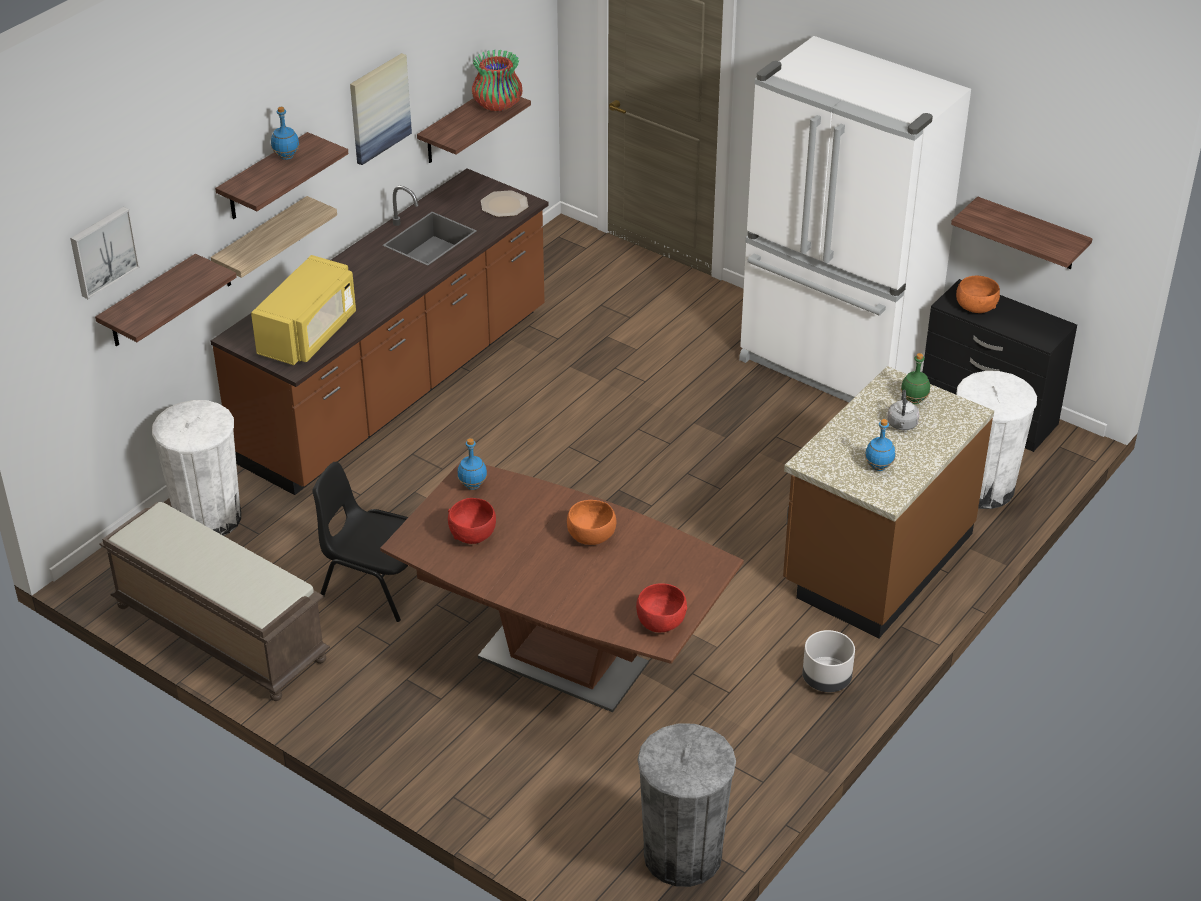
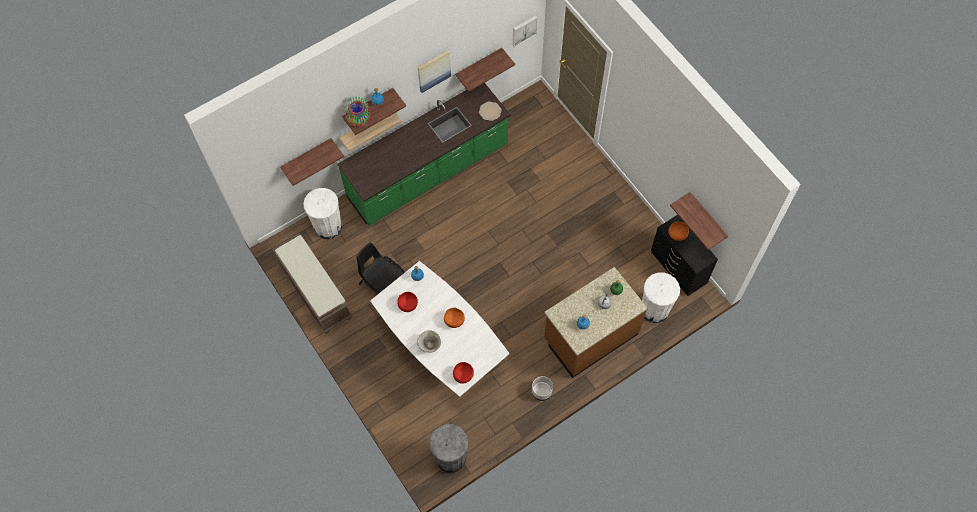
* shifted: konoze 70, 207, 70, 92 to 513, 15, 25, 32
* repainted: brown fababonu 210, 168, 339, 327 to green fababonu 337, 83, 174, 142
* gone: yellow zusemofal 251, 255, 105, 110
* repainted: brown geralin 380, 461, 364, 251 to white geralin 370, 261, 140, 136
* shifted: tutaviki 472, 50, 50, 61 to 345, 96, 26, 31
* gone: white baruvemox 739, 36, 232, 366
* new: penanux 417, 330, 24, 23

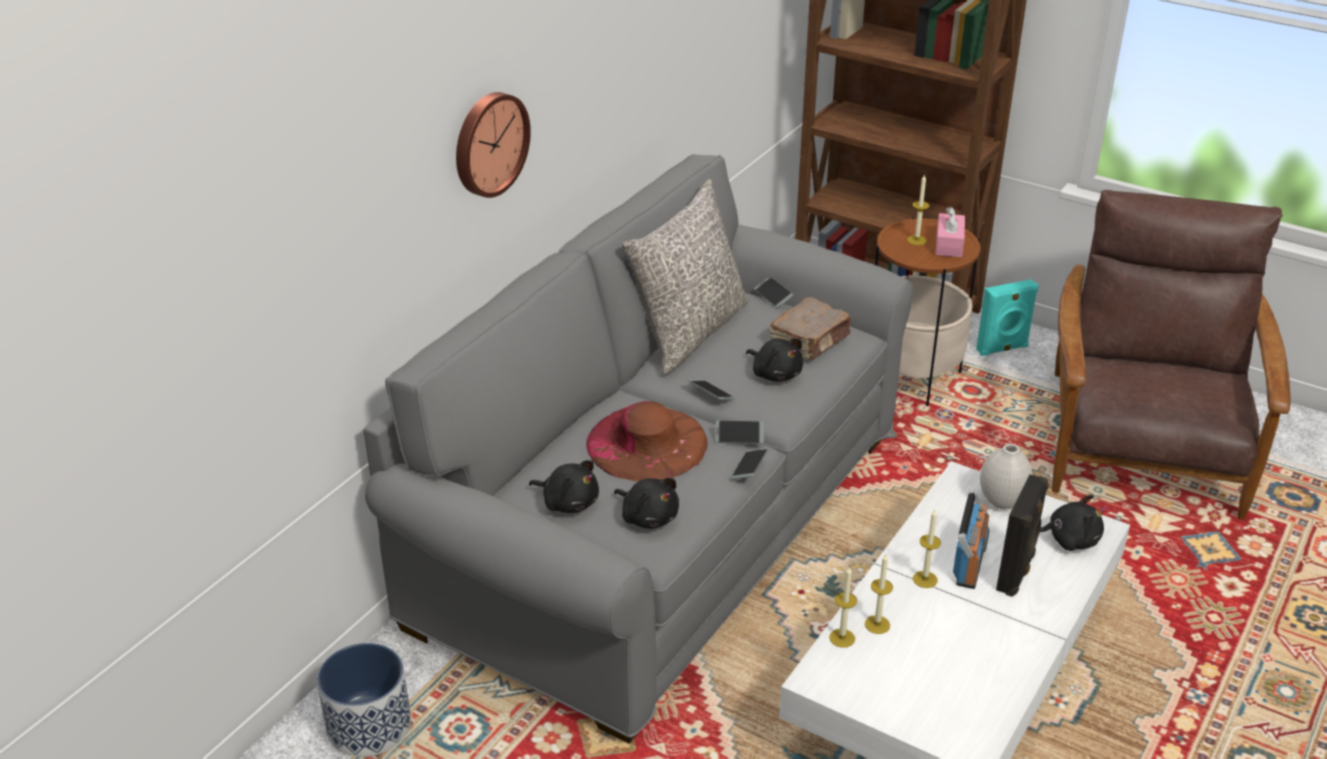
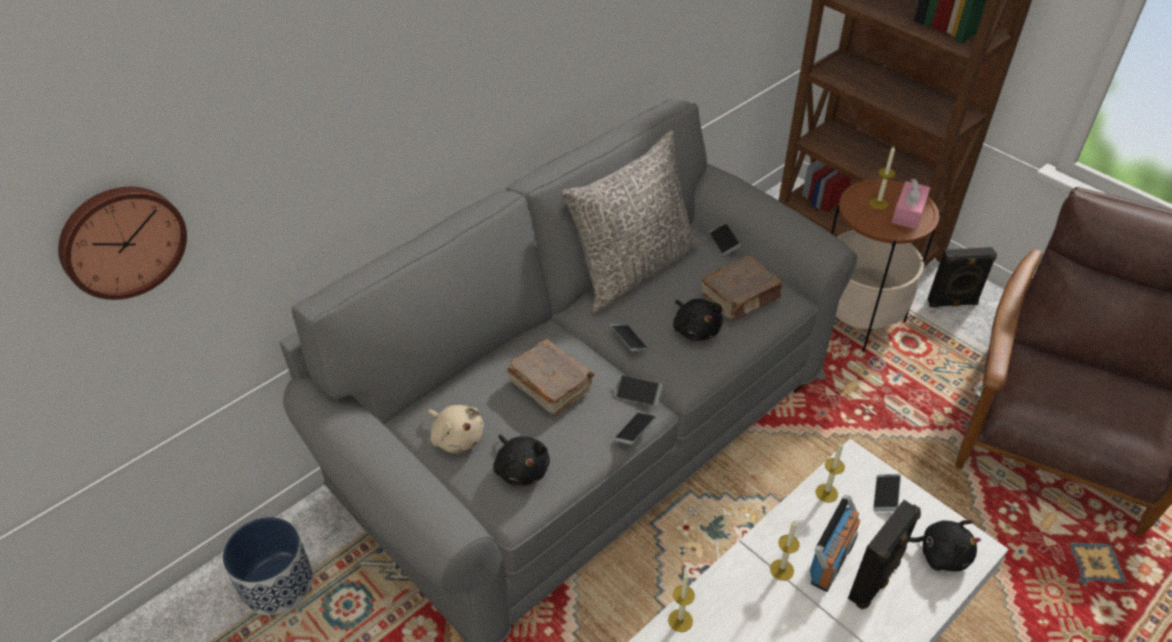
* shifted: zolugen 456, 92, 75, 106 to 58, 187, 129, 113
* repainted: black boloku 529, 460, 70, 53 to beige boloku 428, 405, 56, 48
* swapped: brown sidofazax 586, 401, 122, 80 to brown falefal 507, 339, 87, 76
* shifted: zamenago 865, 554, 28, 80 to 816, 442, 29, 61
* repainted: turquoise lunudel 976, 279, 63, 77 to black lunudel 927, 247, 70, 61
* swapped: white tutaviki 980, 444, 53, 65 to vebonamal 873, 474, 28, 37

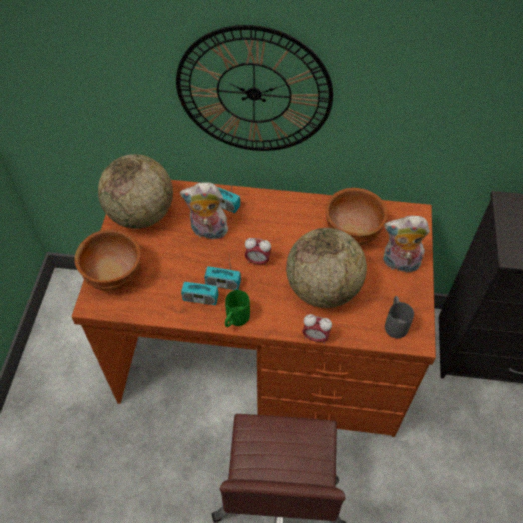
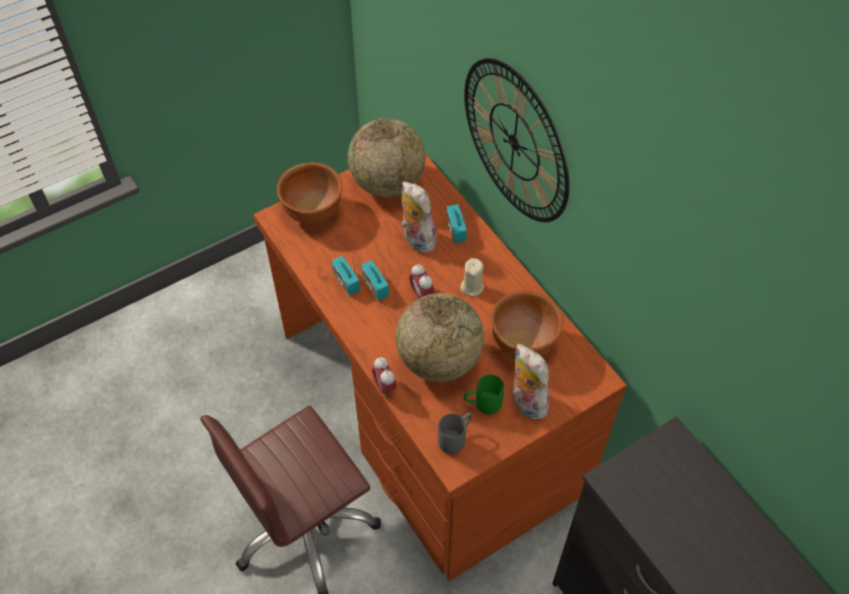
* shifted: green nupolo 225, 290, 25, 37 to 464, 374, 40, 40
* new: beige zamenago 460, 258, 24, 39

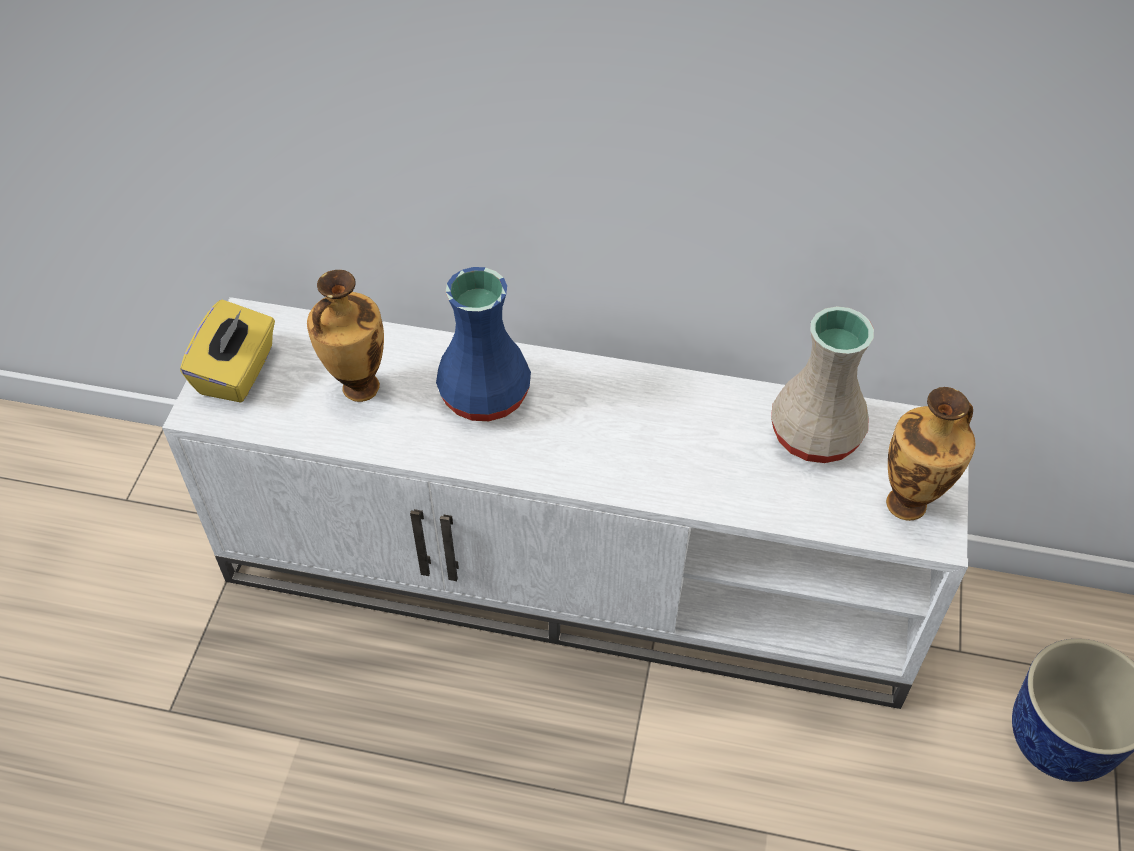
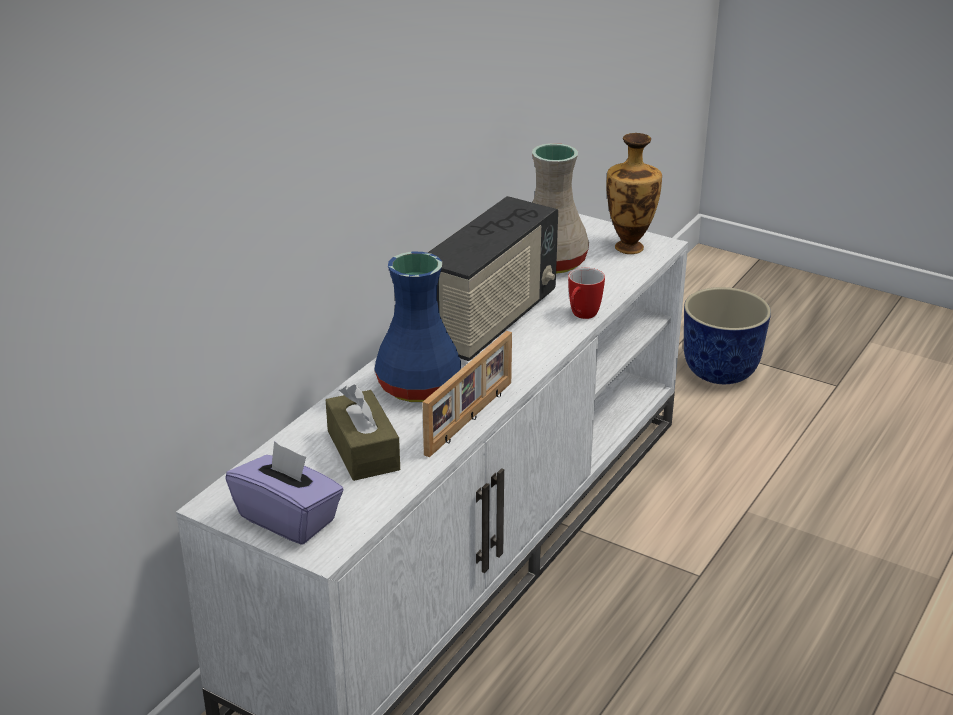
* repainted: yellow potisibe 180, 299, 95, 104 to purple potisibe 225, 441, 119, 104
* swapped: tutaviki 307, 270, 77, 132 to brown potisibe 326, 385, 74, 96
* new: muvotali 422, 331, 90, 126
* new: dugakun 427, 196, 131, 165
* new: nupolo 568, 268, 37, 51

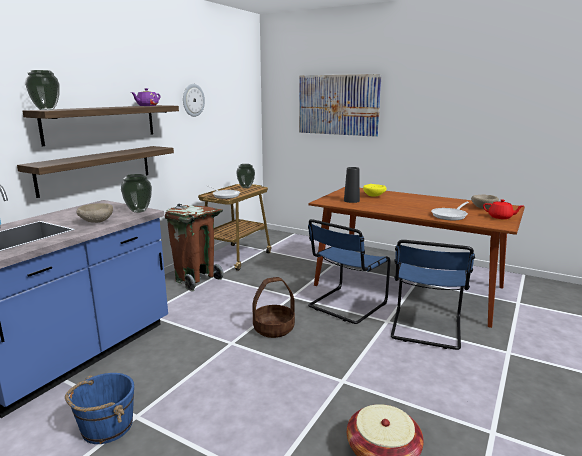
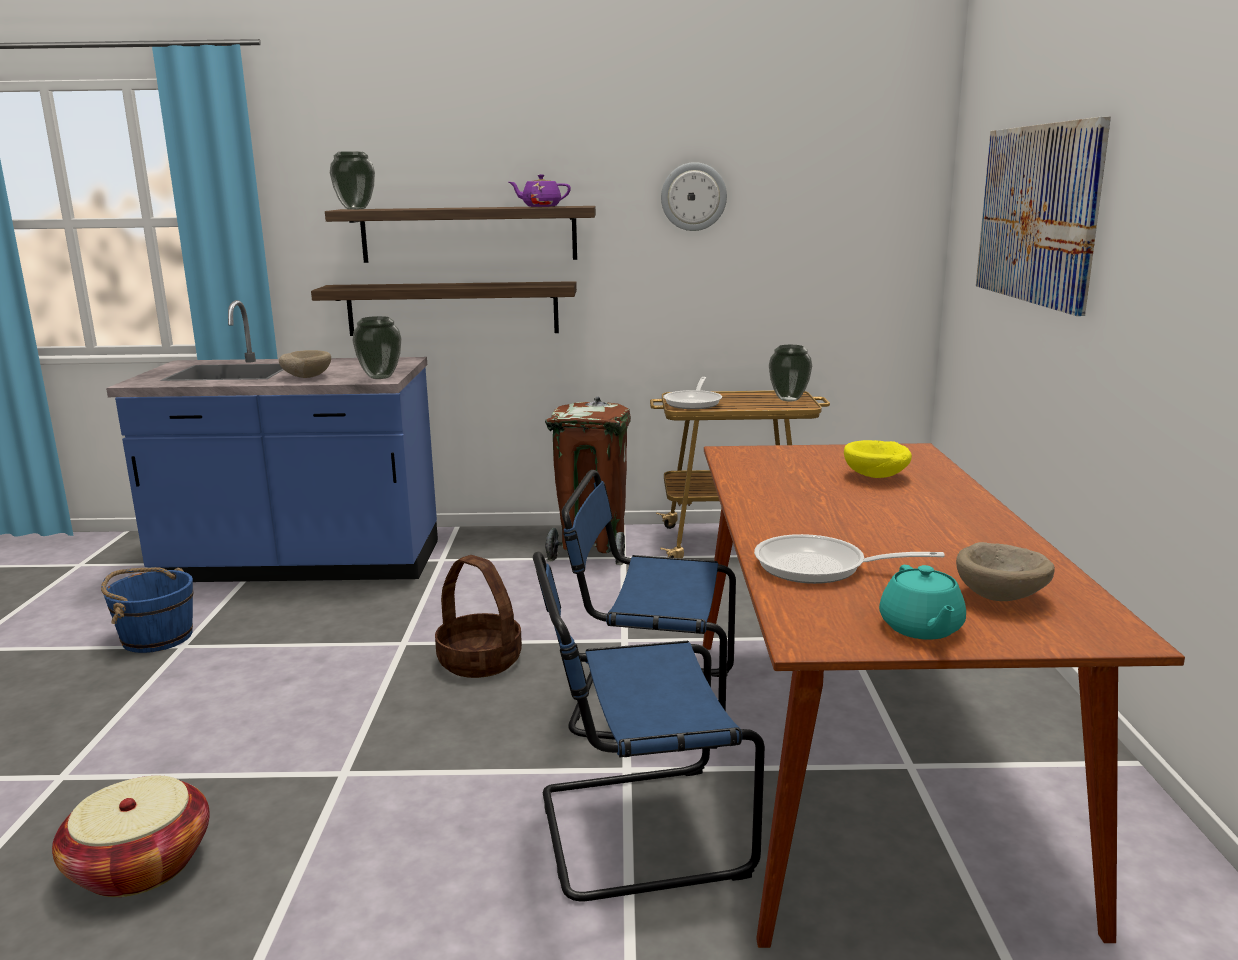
* gone: black tutaviki 344, 167, 16, 36
* repainted: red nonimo 483, 200, 40, 19 to turquoise nonimo 879, 565, 87, 75

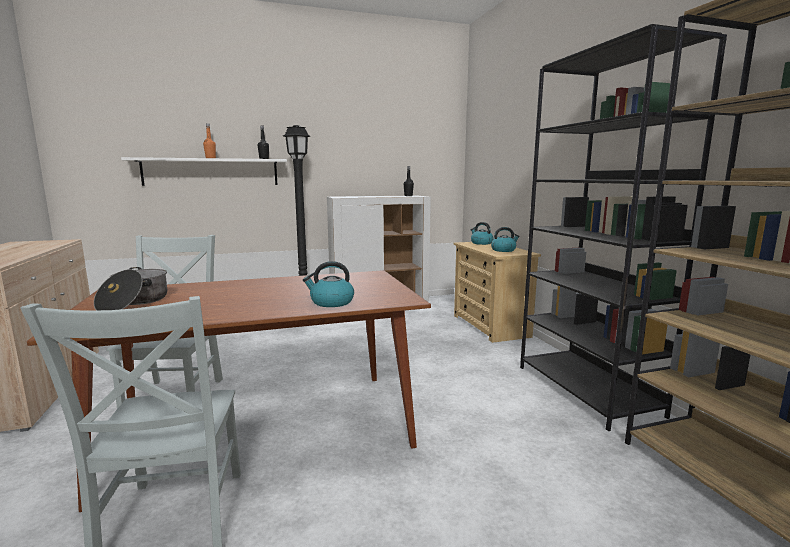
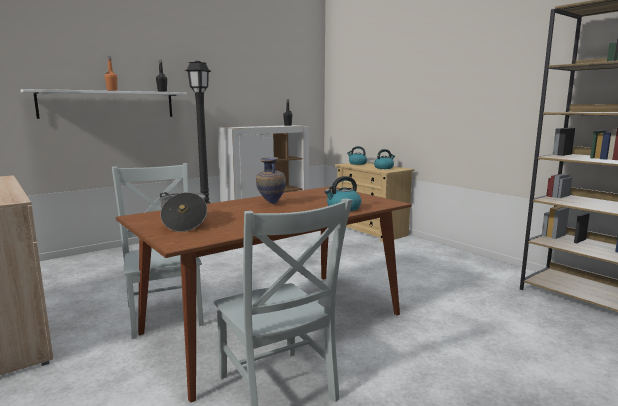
* gone: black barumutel 520, 24, 207, 407
* new: tutaviki 256, 157, 30, 47

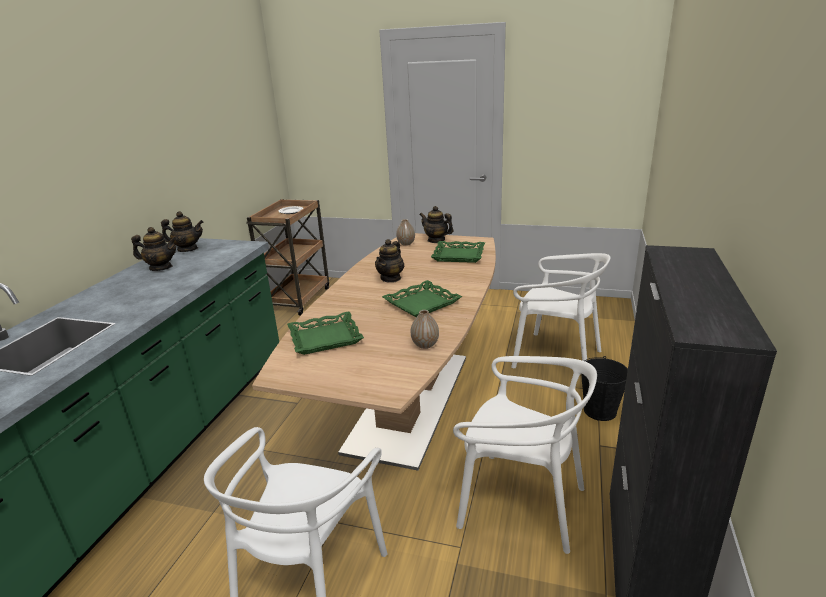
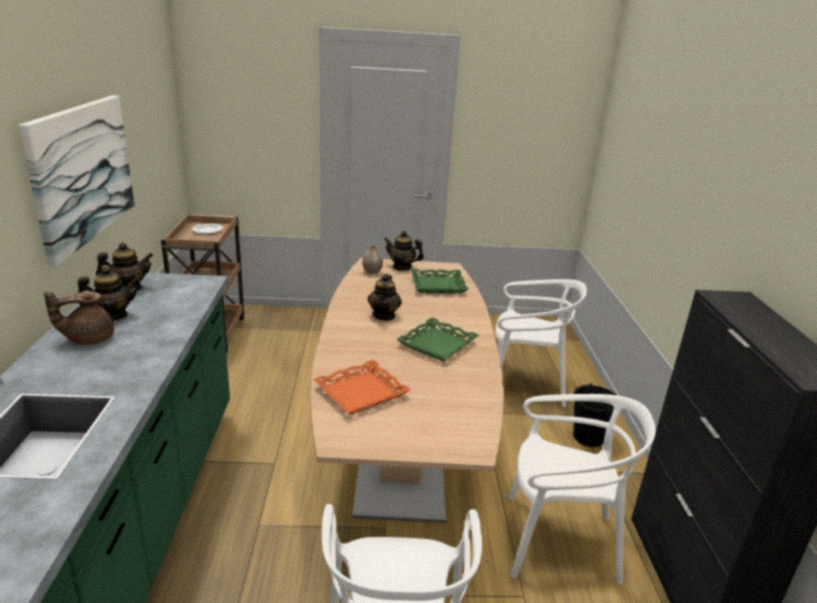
* repainted: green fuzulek 287, 312, 77, 43 to orange fuzulek 313, 360, 98, 54
* gone: tutaviki 411, 310, 28, 39
* new: konoze 19, 95, 116, 171
* new: brown nonimo 44, 291, 70, 54

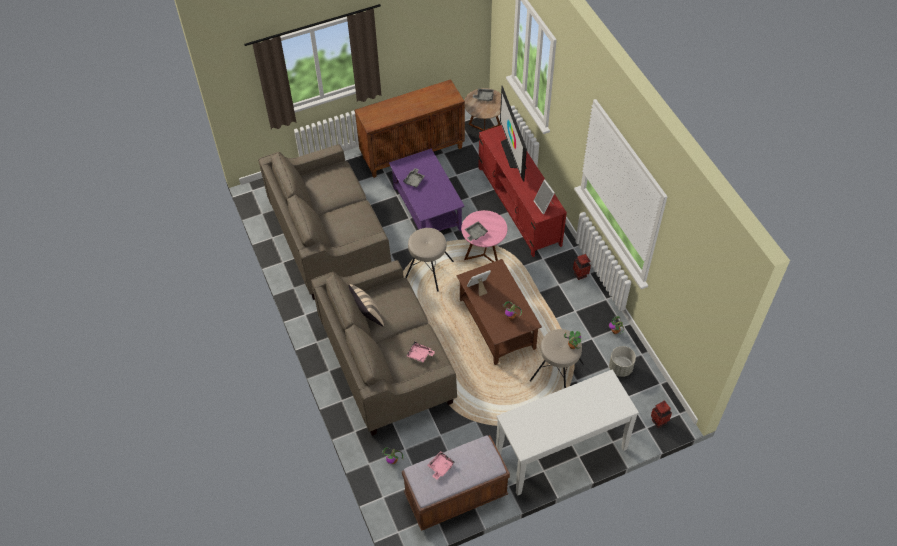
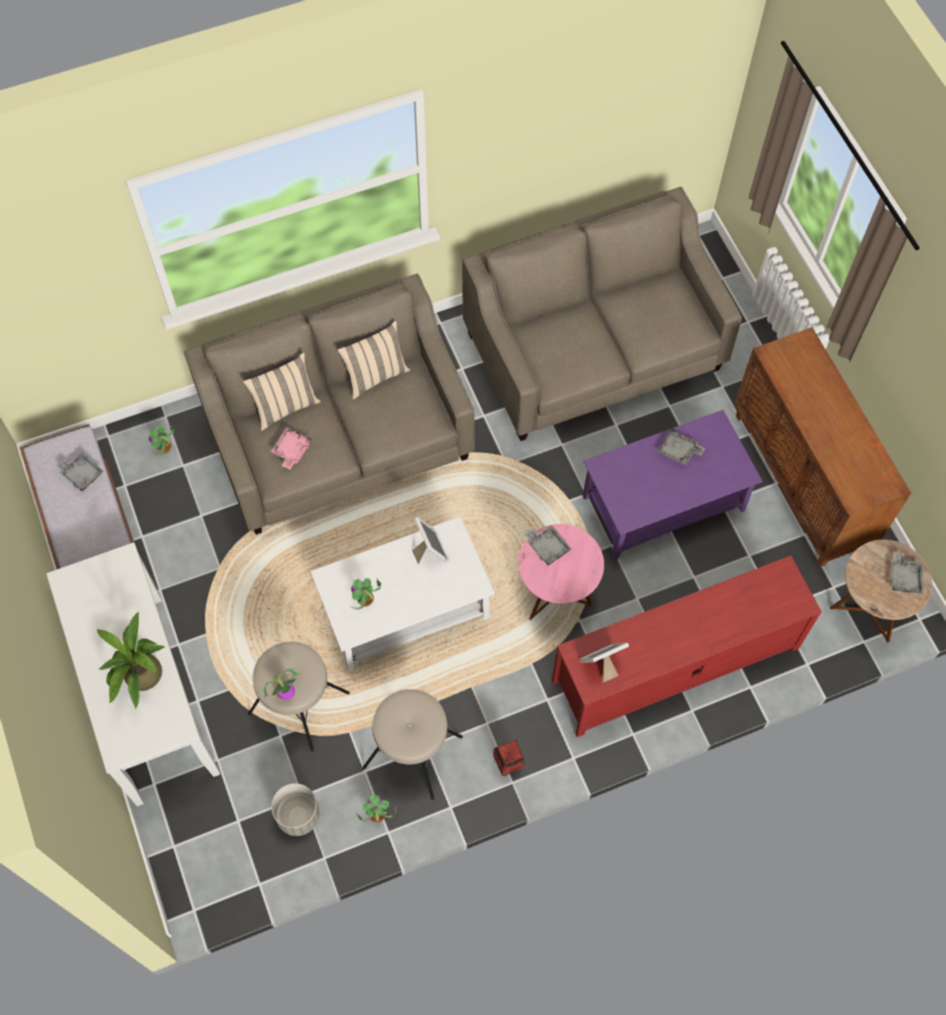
* shifted: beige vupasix 405, 228, 49, 64 to 362, 689, 101, 111
* repainted: pink fuzulek 427, 451, 28, 29 to grey fuzulek 56, 452, 48, 39
* repainted: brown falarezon 457, 259, 85, 106 to white falarezon 310, 516, 185, 156
* gone: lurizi 500, 86, 27, 96
* gone: tutaviki 651, 401, 21, 27
* new: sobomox 97, 612, 68, 97
* new: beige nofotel 243, 352, 78, 79

